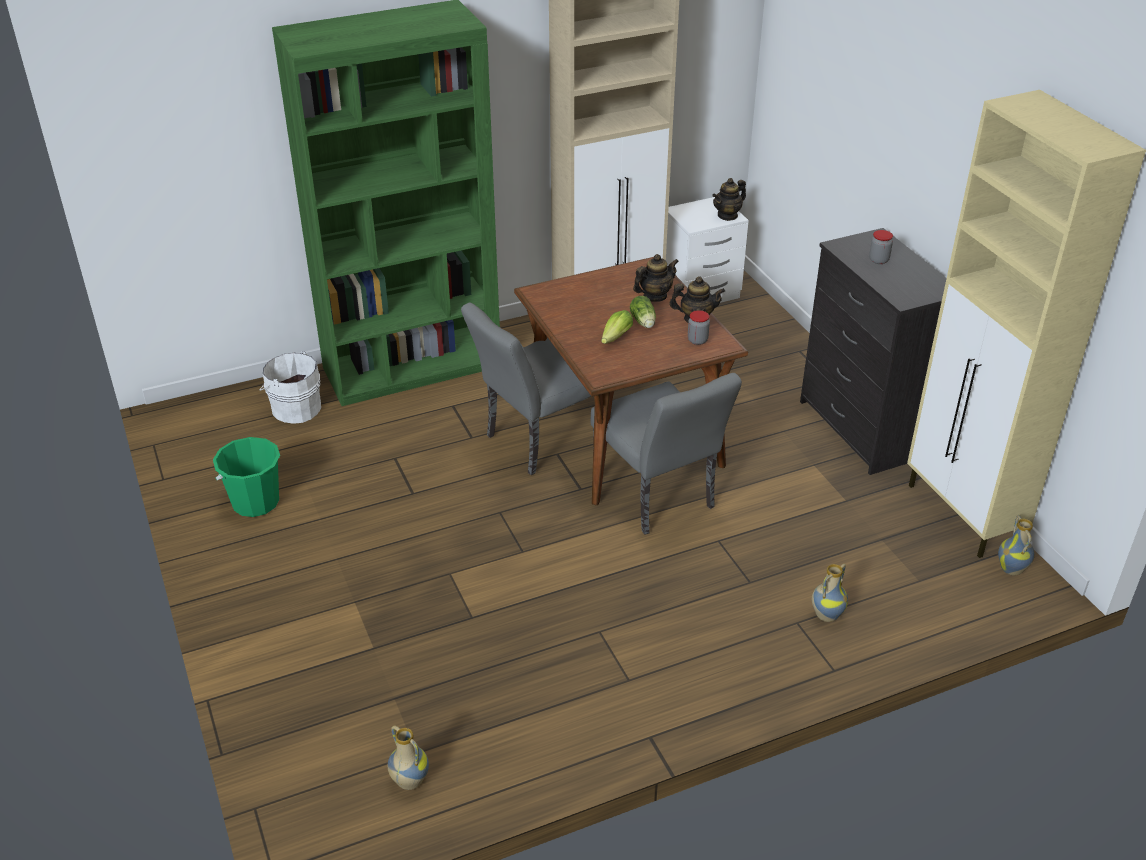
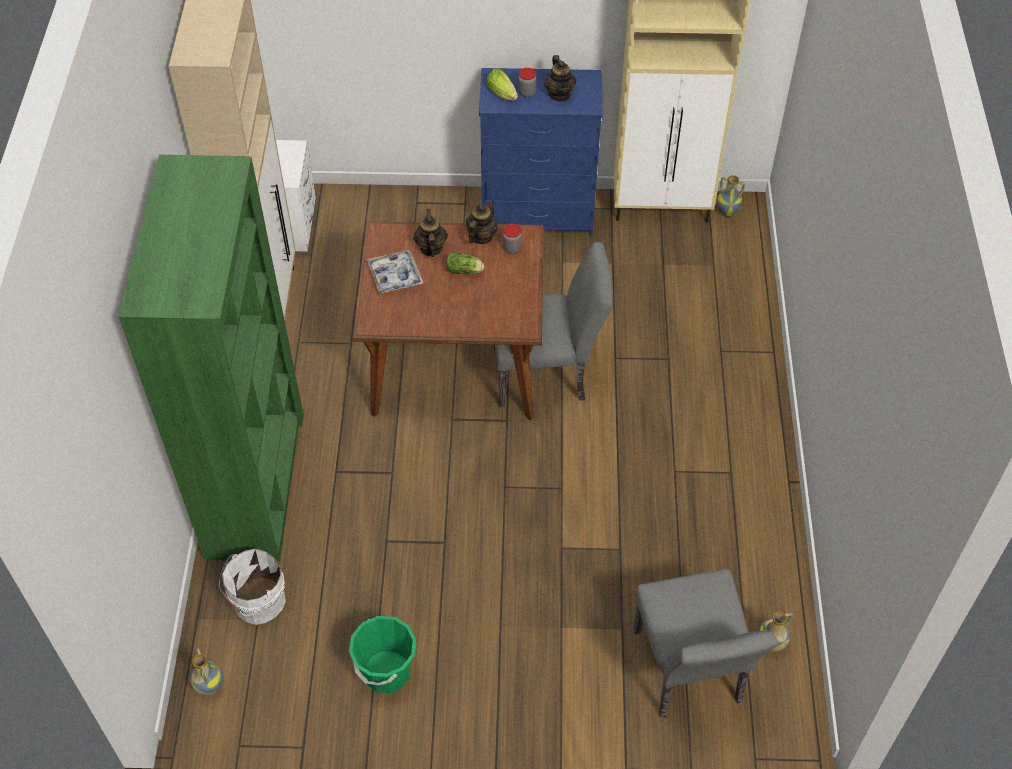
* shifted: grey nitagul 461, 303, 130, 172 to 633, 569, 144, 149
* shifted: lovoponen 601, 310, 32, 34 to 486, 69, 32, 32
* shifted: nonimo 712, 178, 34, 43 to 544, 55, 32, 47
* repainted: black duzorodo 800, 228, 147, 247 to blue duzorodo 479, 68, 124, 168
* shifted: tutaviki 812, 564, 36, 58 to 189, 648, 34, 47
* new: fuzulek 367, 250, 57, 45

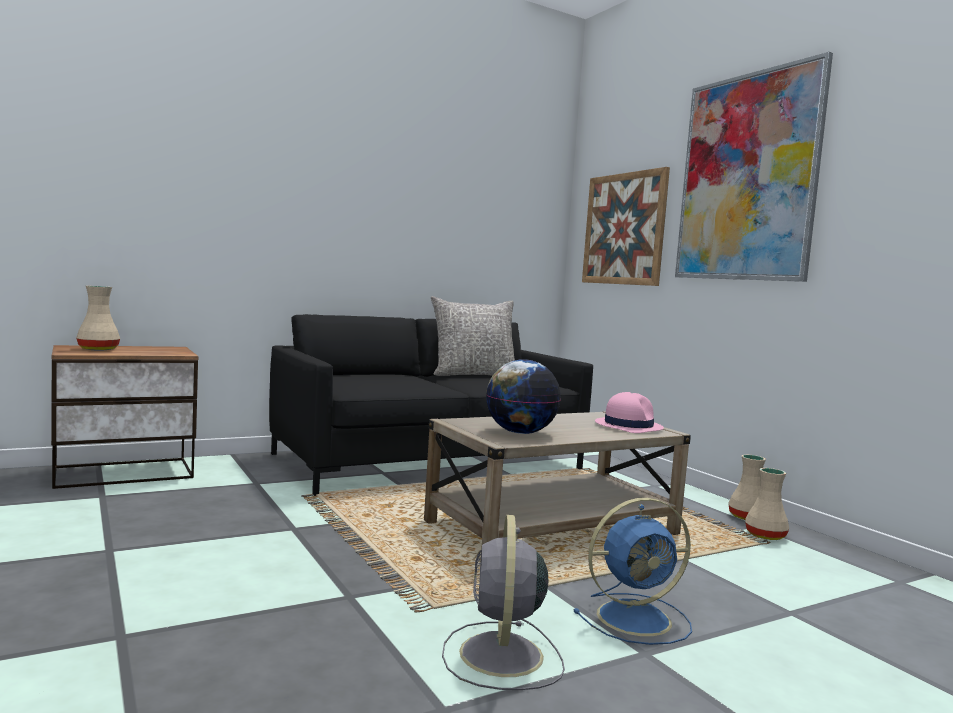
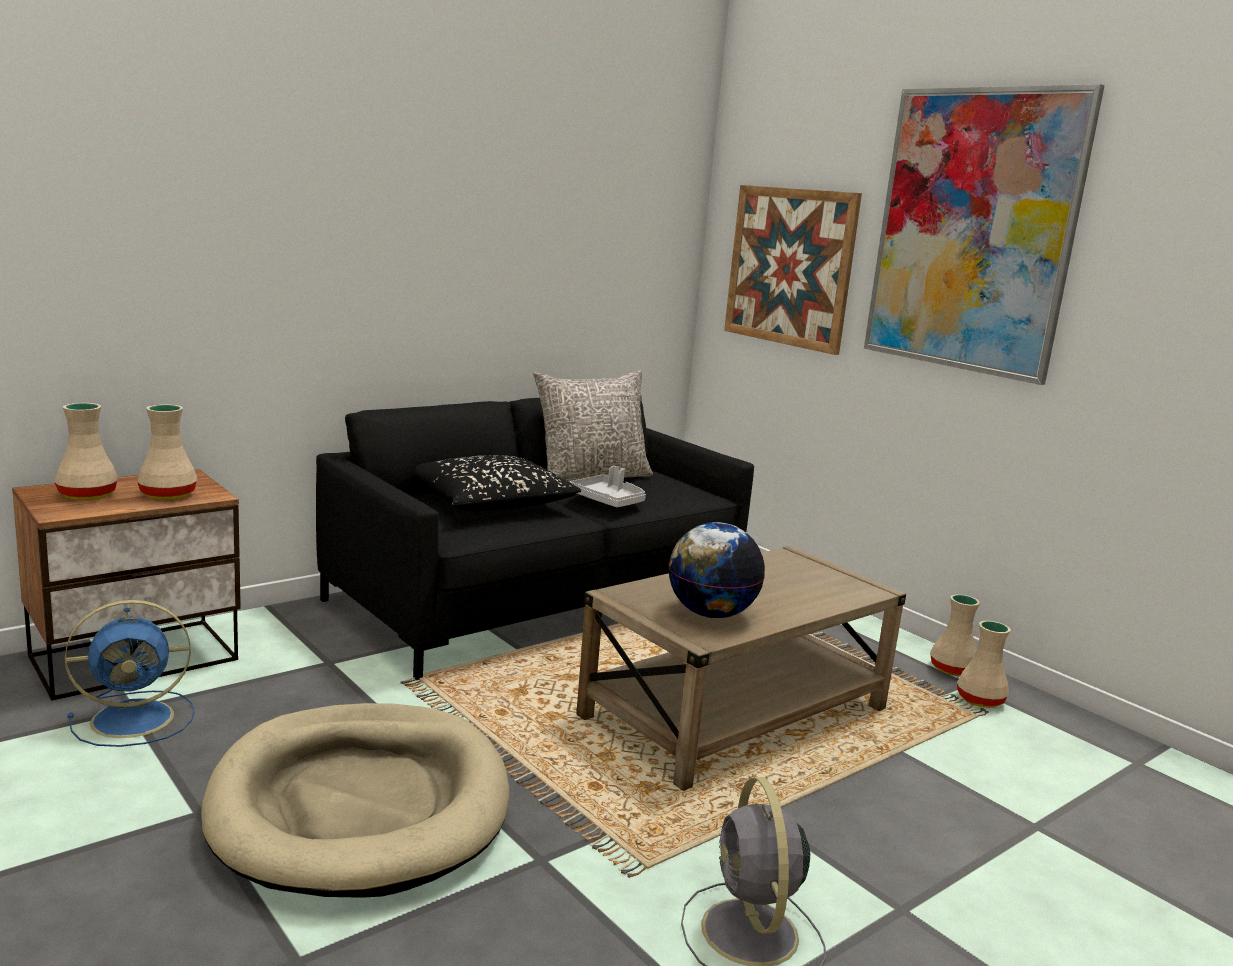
* shifted: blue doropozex 573, 498, 119, 147 to 65, 600, 129, 147
* gone: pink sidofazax 595, 392, 69, 41
* new: beige tutaviki 137, 404, 60, 96
* new: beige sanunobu 201, 703, 309, 195
* new: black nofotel 413, 455, 168, 56
* new: grey fuzulek 570, 466, 76, 41

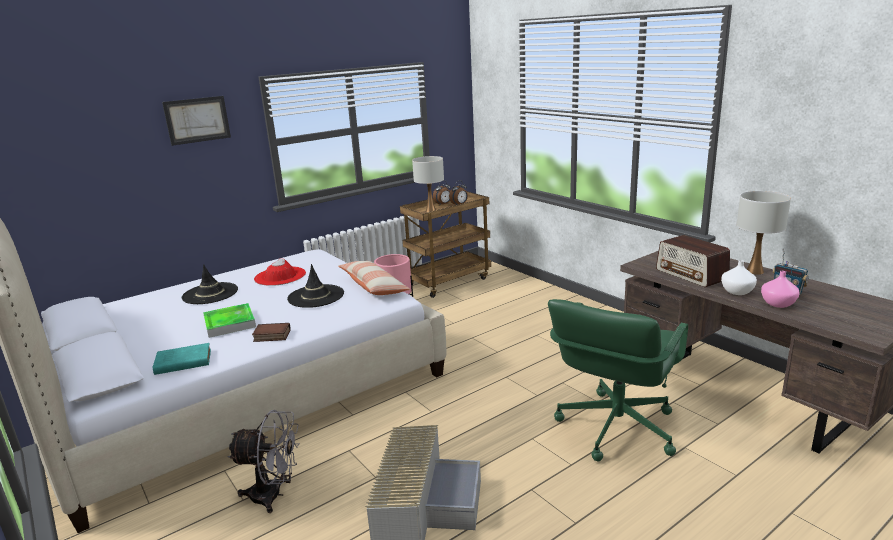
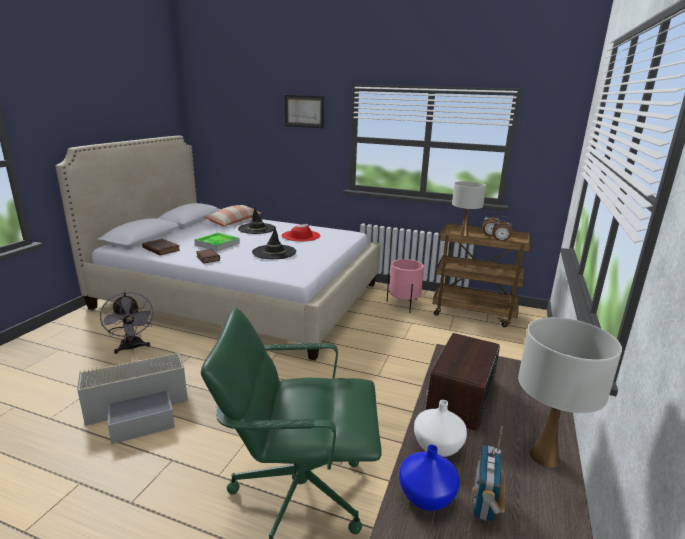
* repainted: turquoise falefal 153, 343, 58, 32 to brown falefal 142, 239, 38, 17
* shifted: nofotel 338, 261, 72, 34 to 203, 205, 59, 21
* repainted: pink tutaviki 761, 271, 39, 37 to blue tutaviki 399, 445, 61, 66

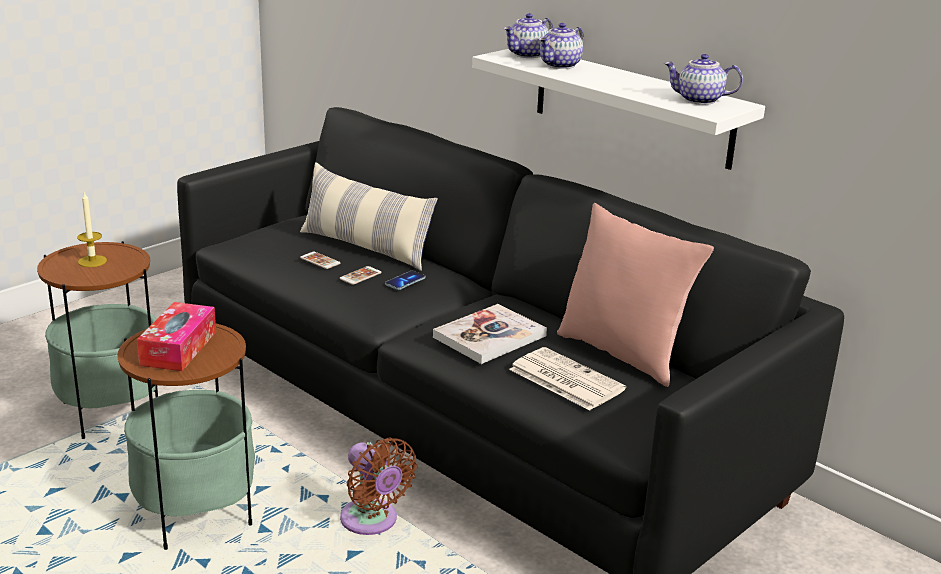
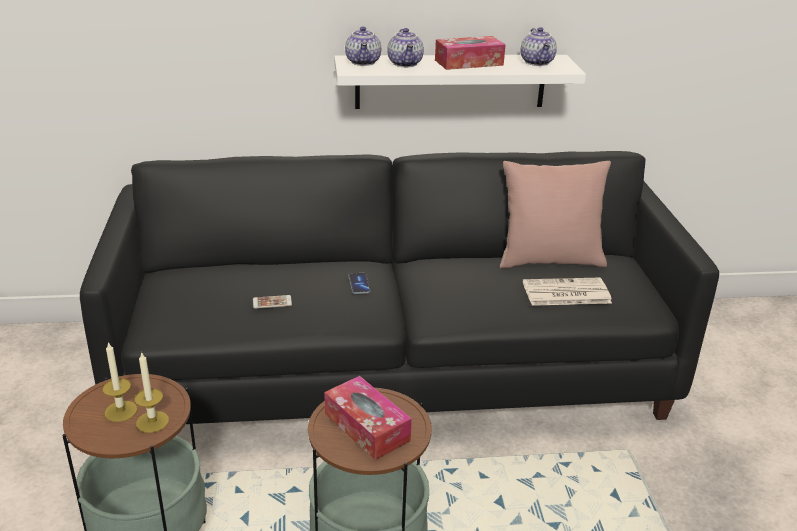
* gone: nofotel 300, 162, 138, 109
* gone: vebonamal 339, 266, 43, 19
* gone: brown doropozex 340, 438, 77, 97
* gone: falefal 433, 304, 114, 60
* rotated: nonimo 664, 54, 79, 51 = 521, 27, 36, 39 60 degrees counterclockwise
* new: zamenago 134, 352, 35, 81
* new: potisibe 435, 36, 71, 34

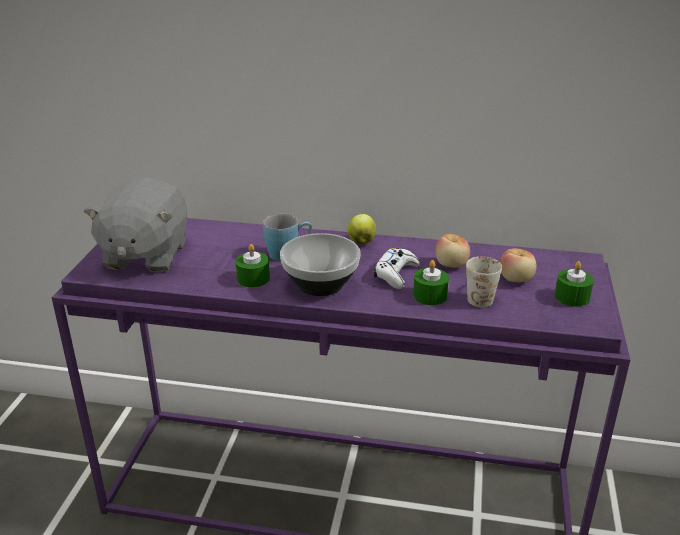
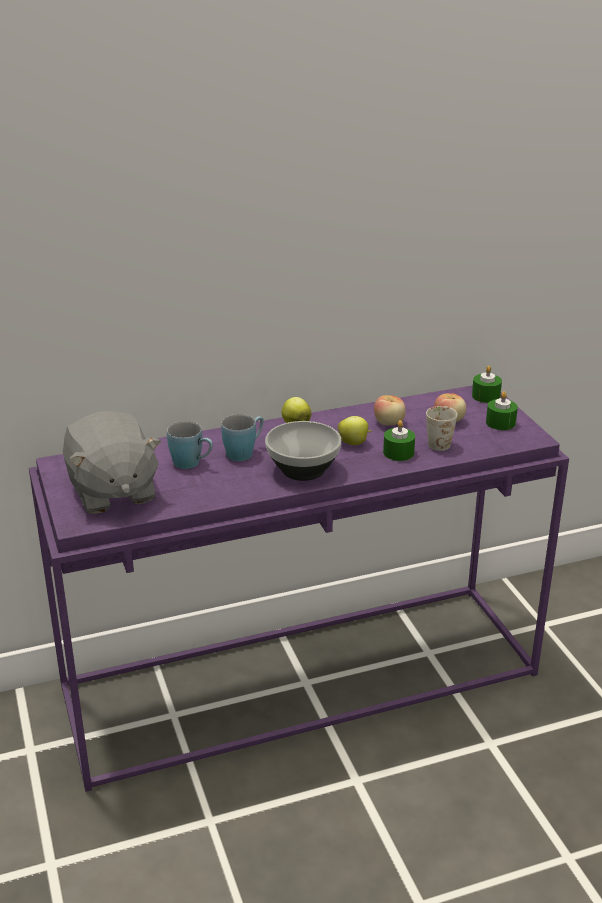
* shifted: green zamenago 235, 244, 35, 44 to 472, 366, 30, 37
* swapped: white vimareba 374, 247, 46, 42 to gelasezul 338, 416, 34, 29
* new: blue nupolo 167, 421, 46, 48

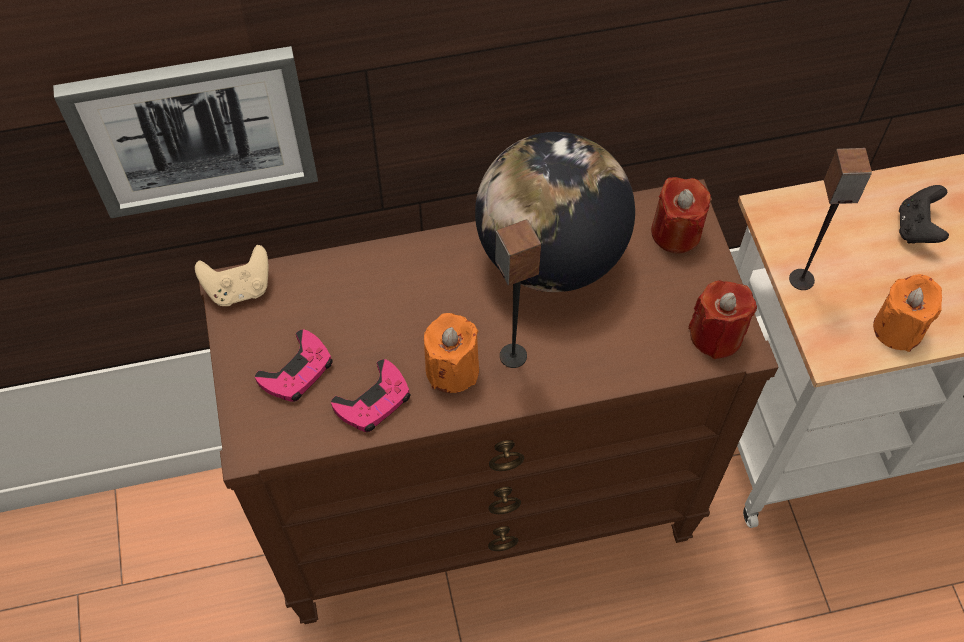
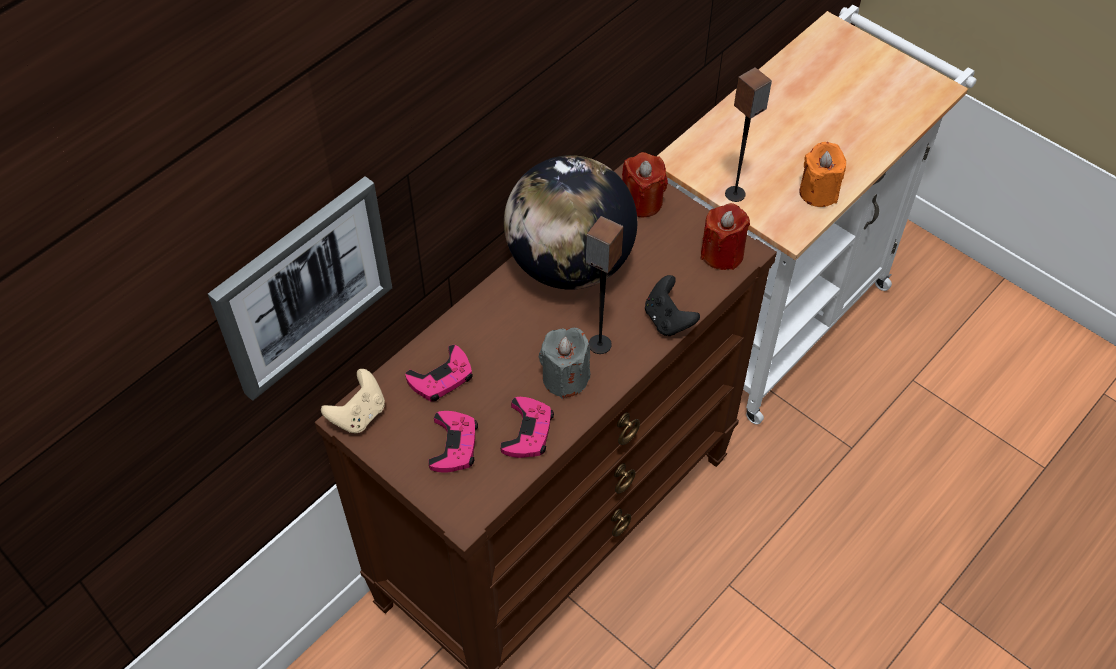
* repainted: orange zamenago 424, 313, 55, 80 to grey zamenago 539, 328, 51, 71
* shifted: black vimareba 899, 185, 50, 59 to 645, 275, 55, 61
* new: pink vimareba 405, 345, 68, 57

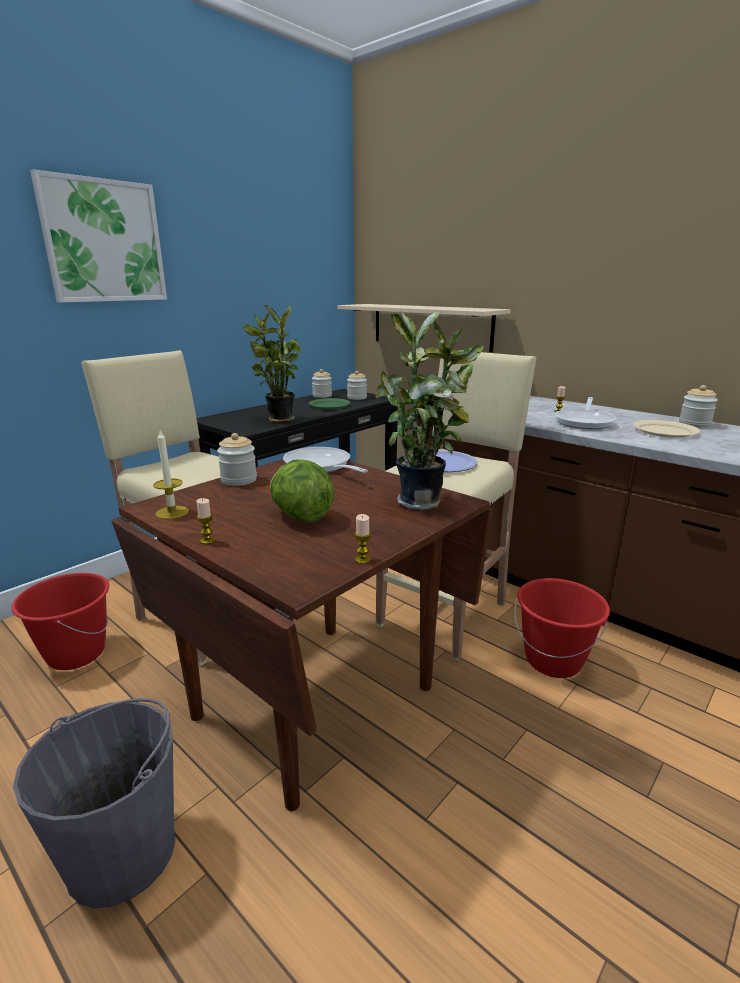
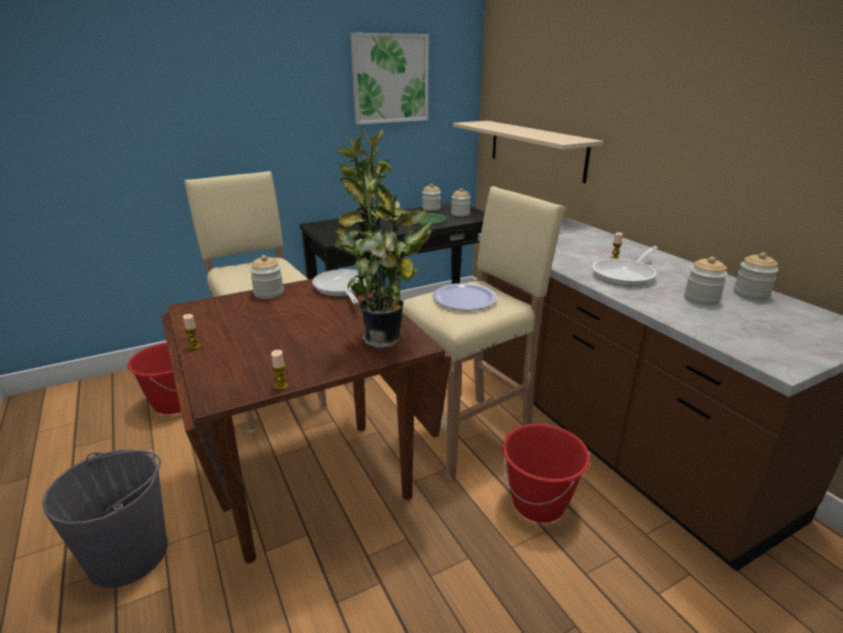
* shifted: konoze 30, 169, 137, 134 to 350, 33, 79, 91
* gone: zamenago 153, 431, 36, 88
* gone: lovoponen 270, 460, 64, 62
* swapped: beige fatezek 633, 420, 67, 18 to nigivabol 684, 257, 44, 49

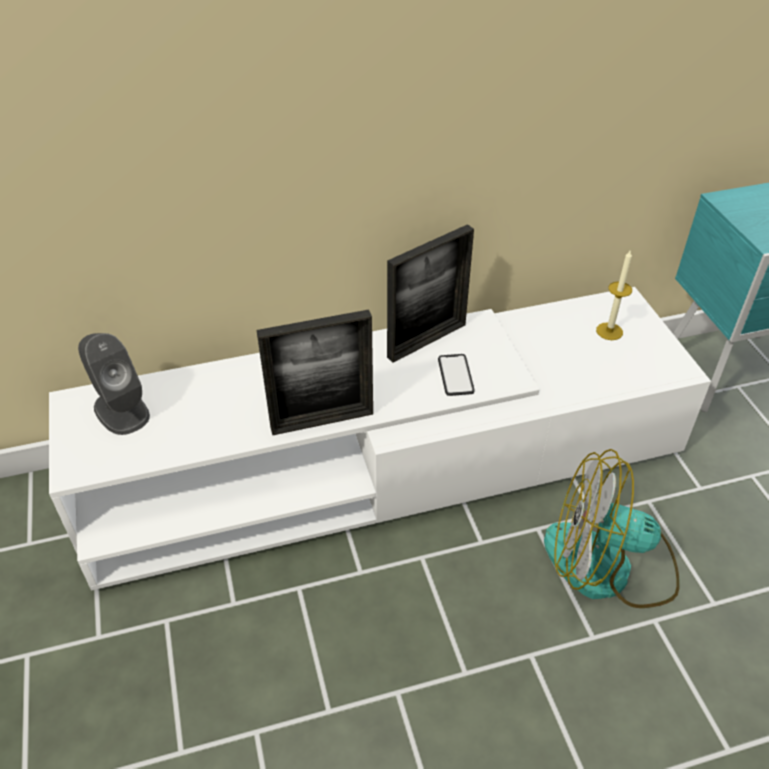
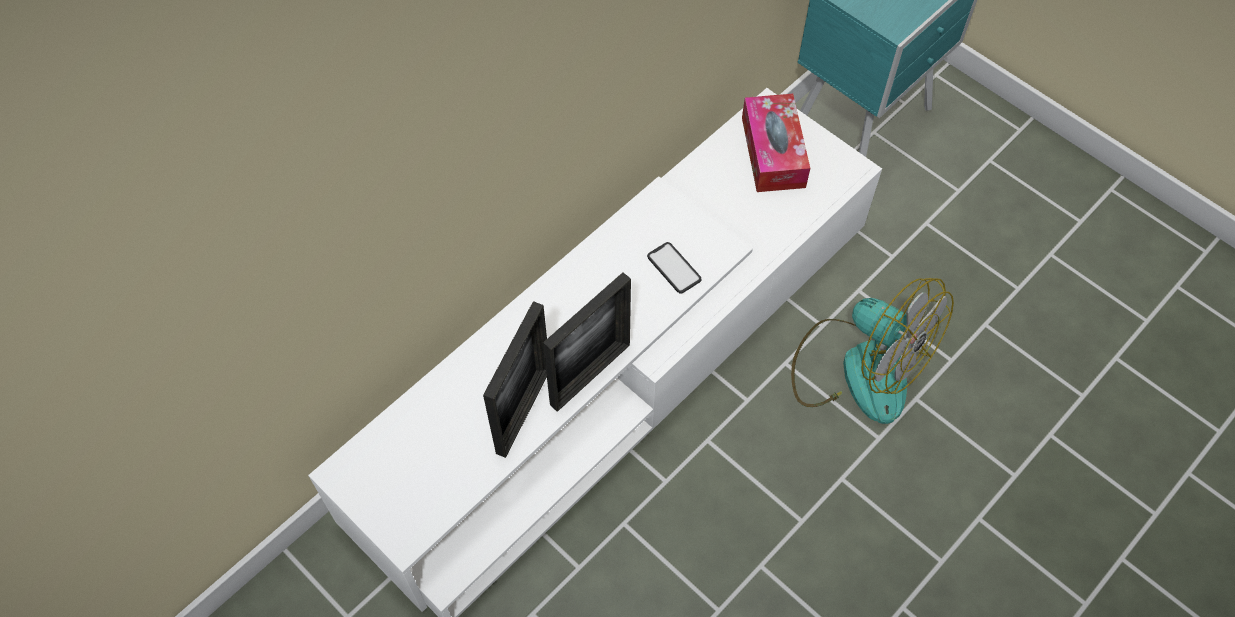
* gone: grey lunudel 78, 333, 72, 102
* shifted: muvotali 387, 224, 87, 139 to 483, 301, 64, 157
* rotated: doropozex 544, 449, 136, 159 = 791, 278, 163, 146 120 degrees counterclockwise
* swapped: zamenago 596, 249, 36, 91 to potisibe 742, 94, 68, 98

